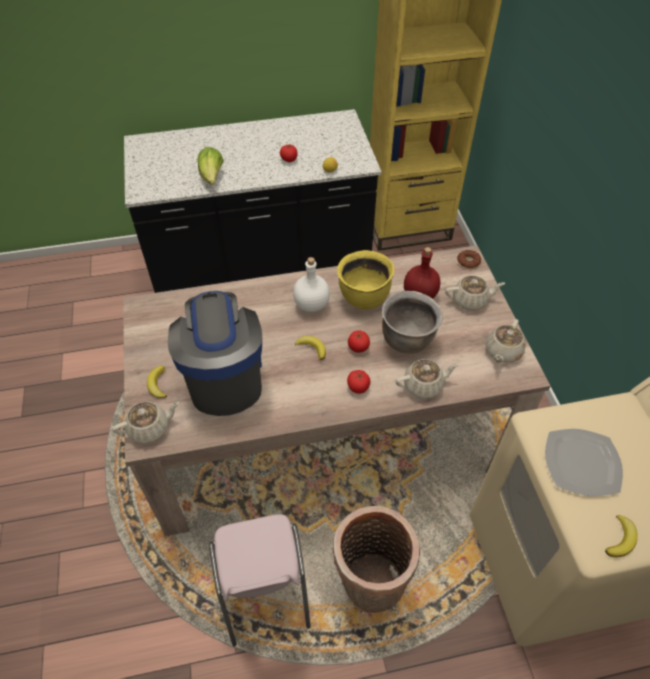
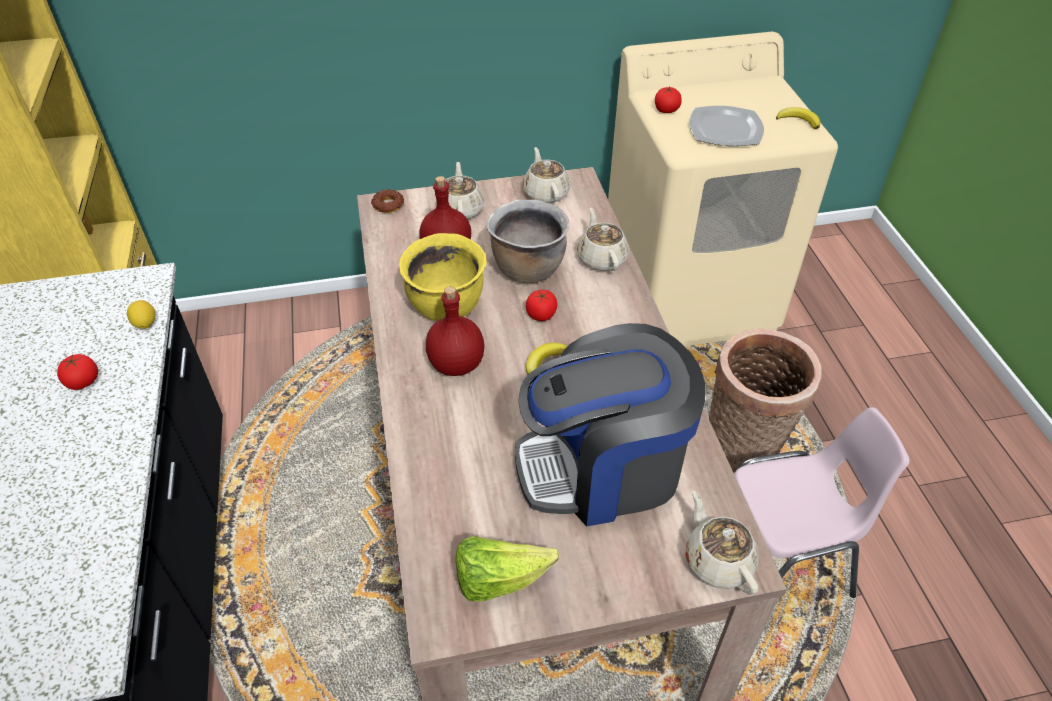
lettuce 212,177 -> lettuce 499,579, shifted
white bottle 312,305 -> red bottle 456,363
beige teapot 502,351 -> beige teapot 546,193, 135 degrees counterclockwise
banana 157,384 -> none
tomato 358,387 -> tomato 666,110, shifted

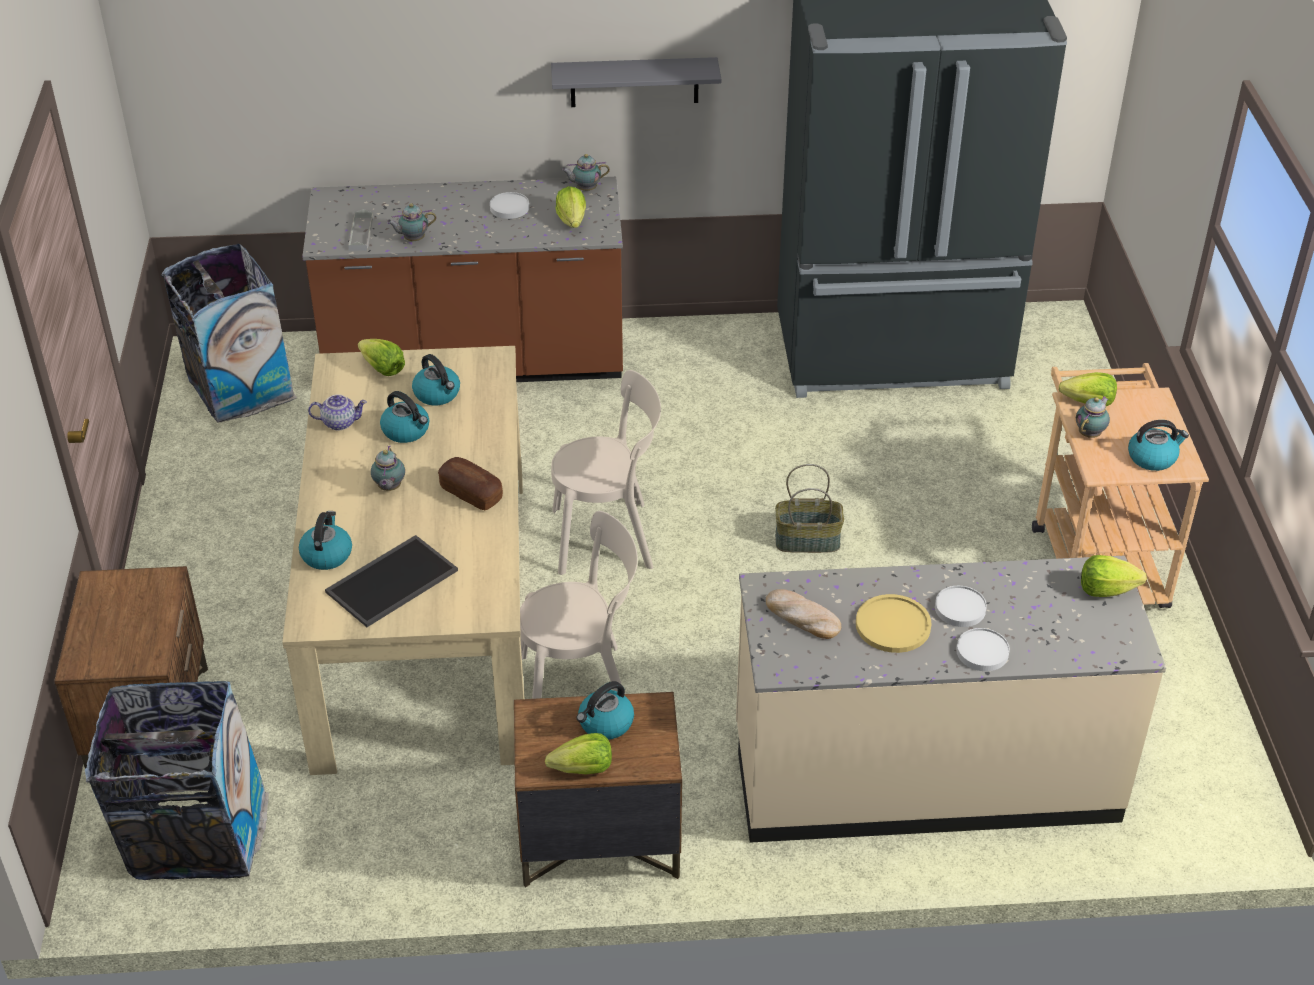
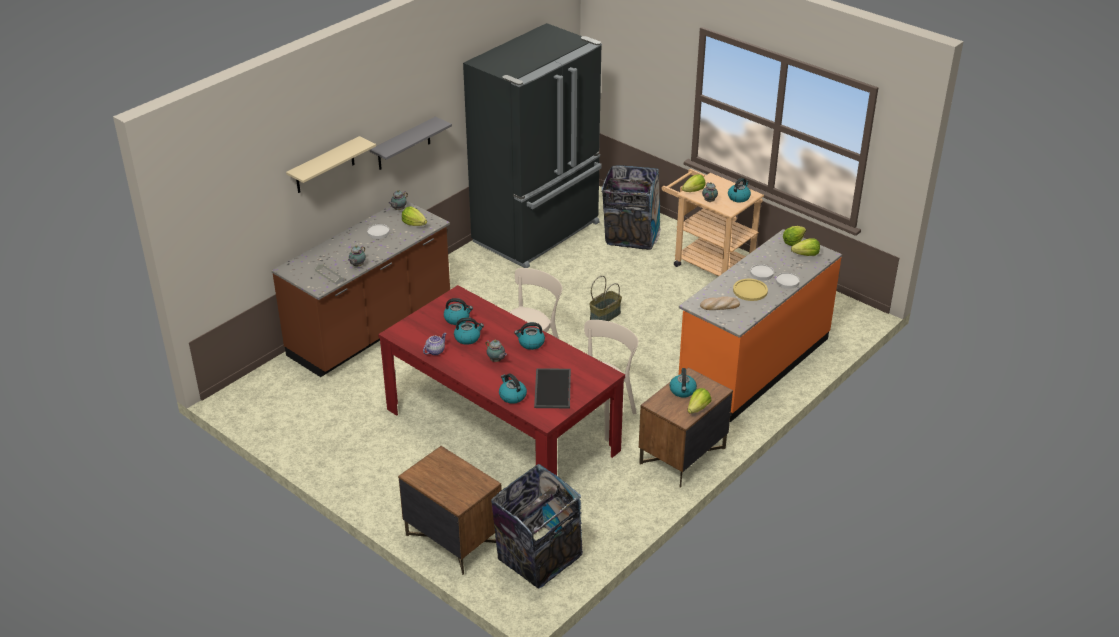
trash can 239,386 -> trash can 631,236, shifted
lettuce 382,369 -> lettuce 806,255, shifted
beige dining table 424,614 -> red dining table 501,429
bread 471,493 -> kettle 531,343
beige counter 924,775 -> orange counter 753,364
none -> beige shelf 325,166

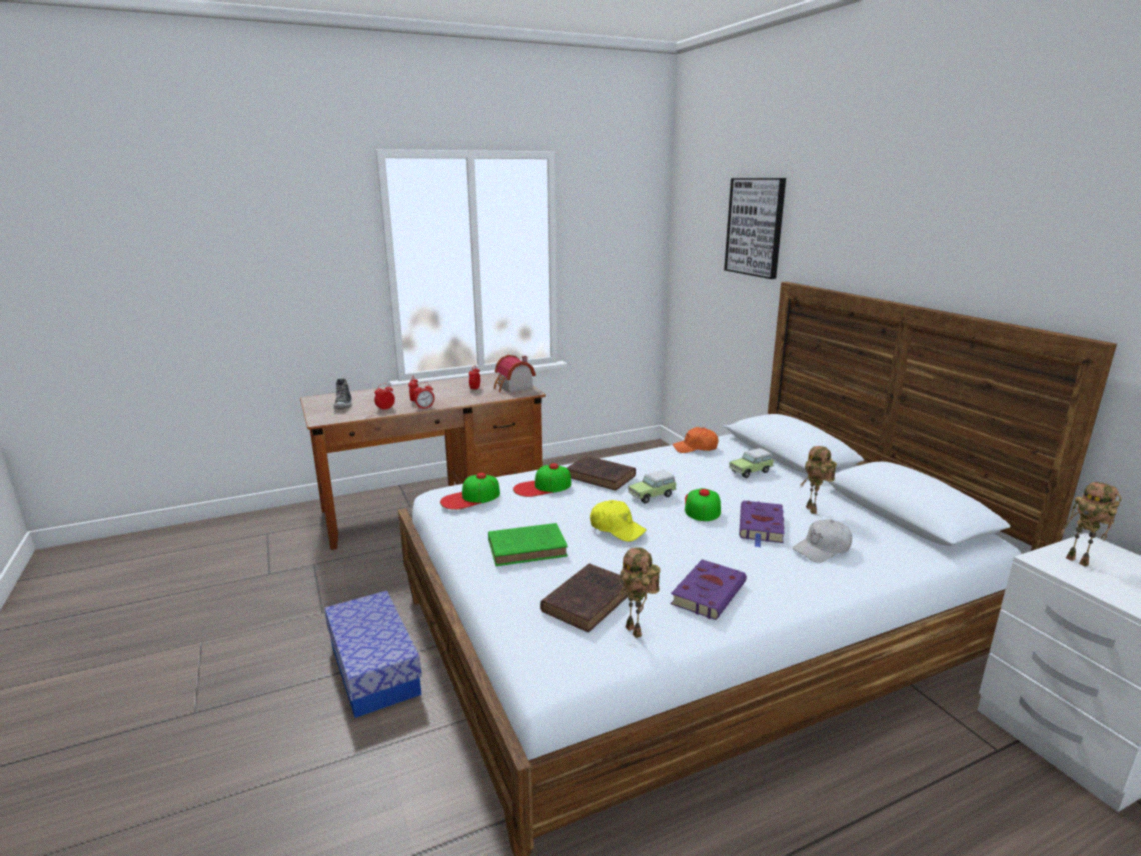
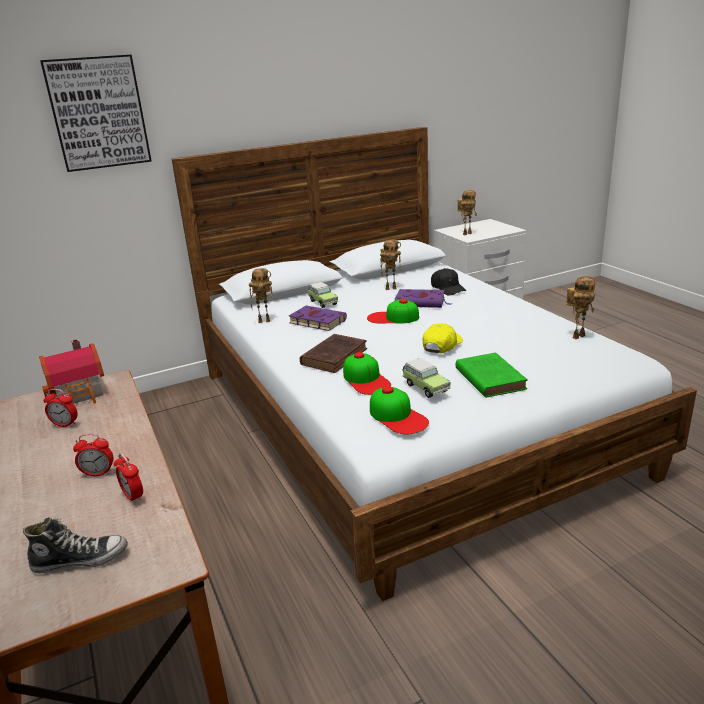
alarm clock 425,407 -> none
orange cap 695,448 -> toy robot 265,321
toy car 653,496 -> toy car 425,387, shifted
white cap 822,549 -> black cap 448,288
purple book 709,592 -> purple book 316,321, shifted
brown book 589,600 -> none
storage box 374,669 -> none

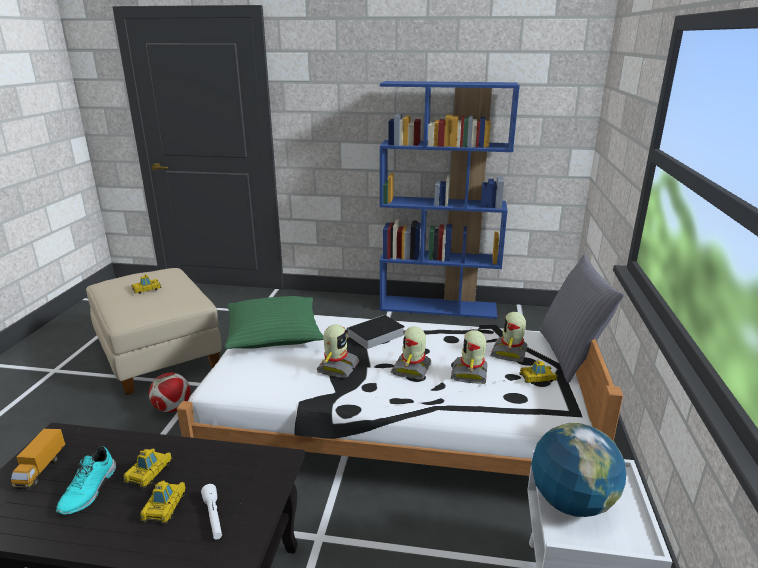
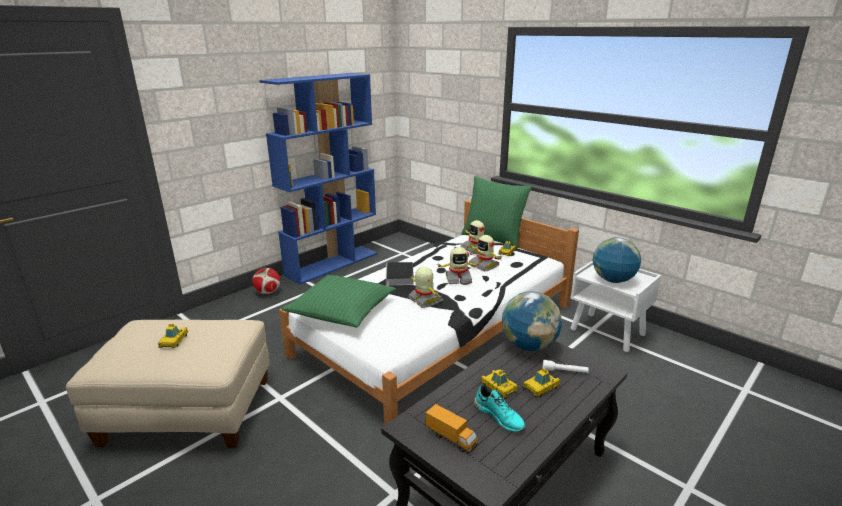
grey pillow 570,355 -> green pillow 493,238
toy robot 412,369 -> toy robot 458,279, 60 degrees counterclockwise
football 172,408 -> football 268,292, shifted
toy car 164,506 -> toy car 541,387, 75 degrees counterclockwise
none -> globe 529,345

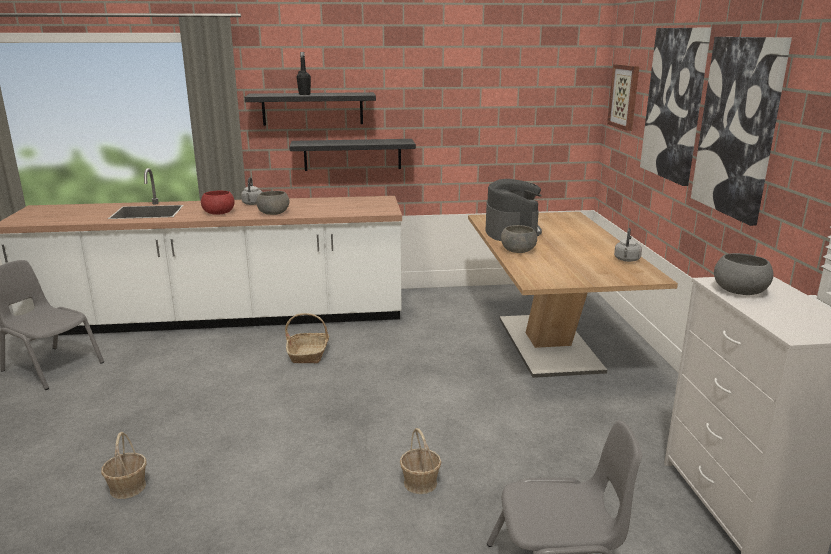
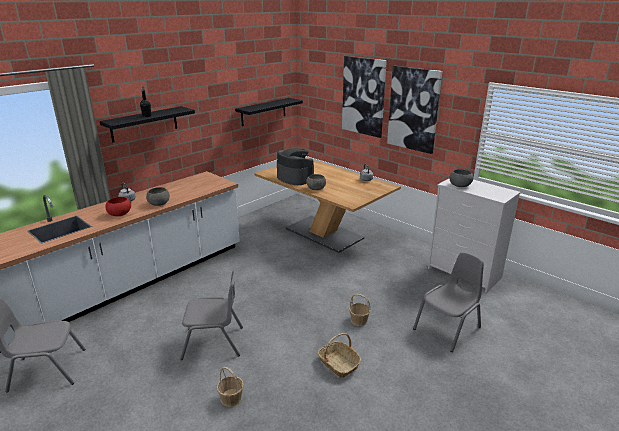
picture 624,96 -> none
black shelf 352,154 -> black shelf 263,111, shifted
basket 308,354 -> basket 338,364, shifted
none -> grey chair 213,342

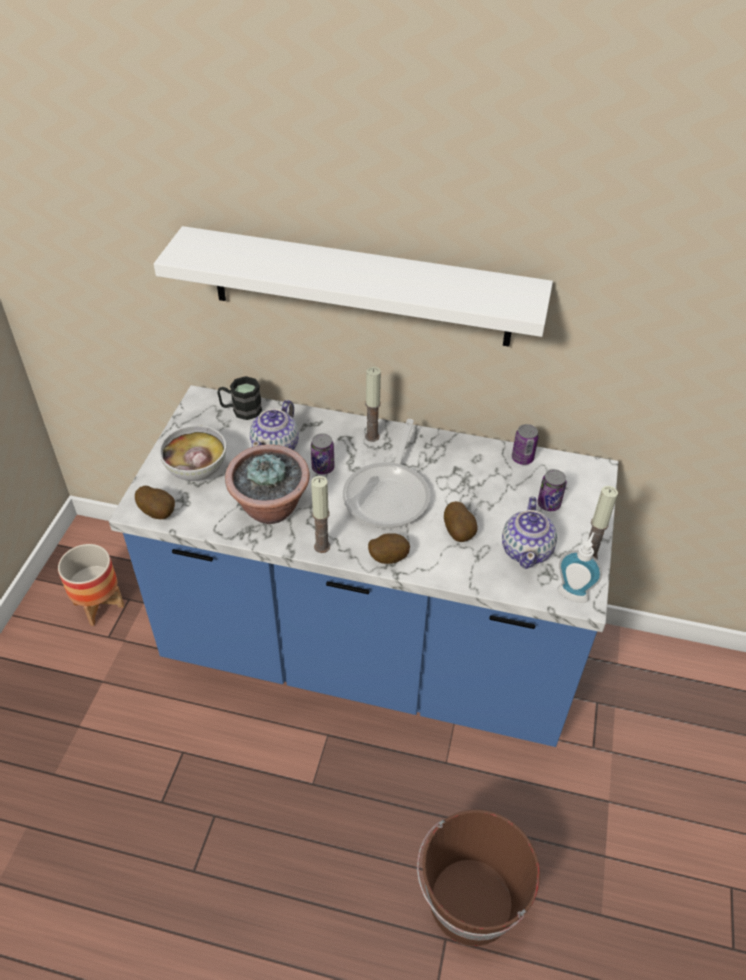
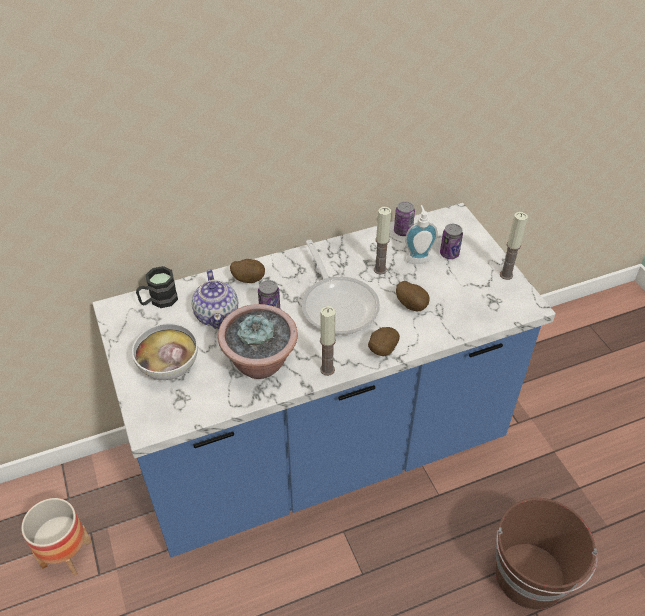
white shelf 361,287 -> none
candle 372,436 -> candle 380,269, shifted
potato 158,512 -> potato 248,279, shifted
teapot 527,550 -> none
soap dispenser 574,591 -> soap dispenser 417,258, shifted

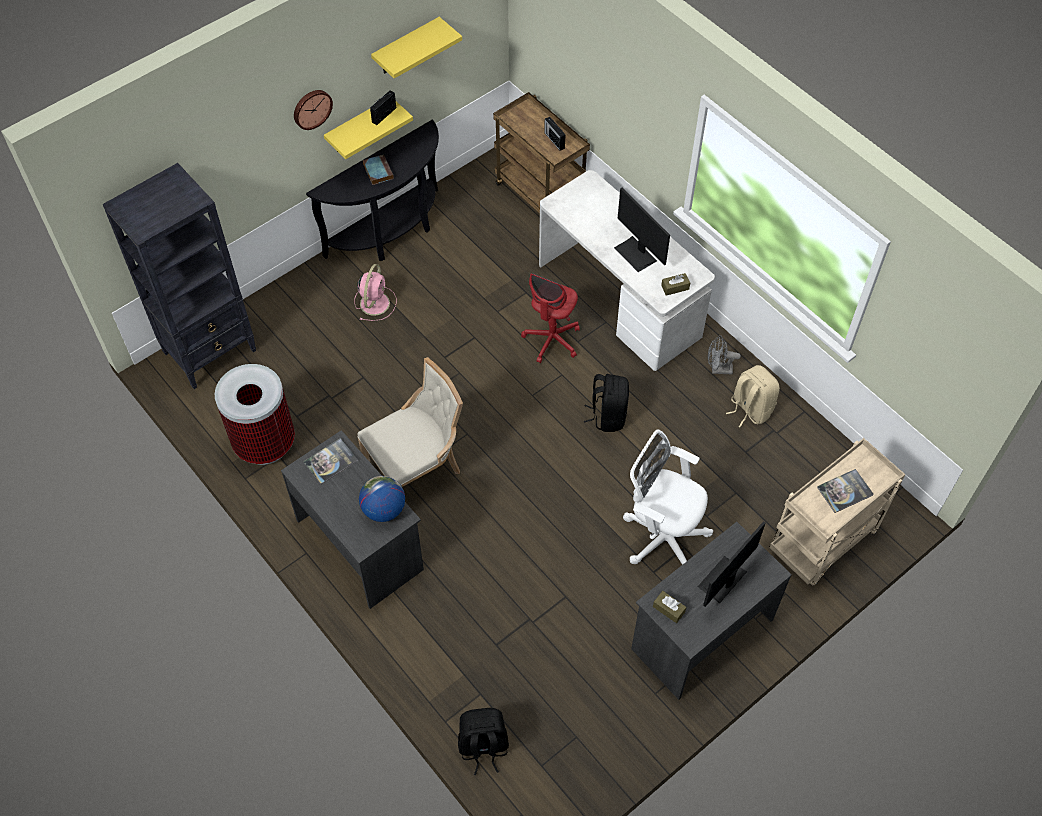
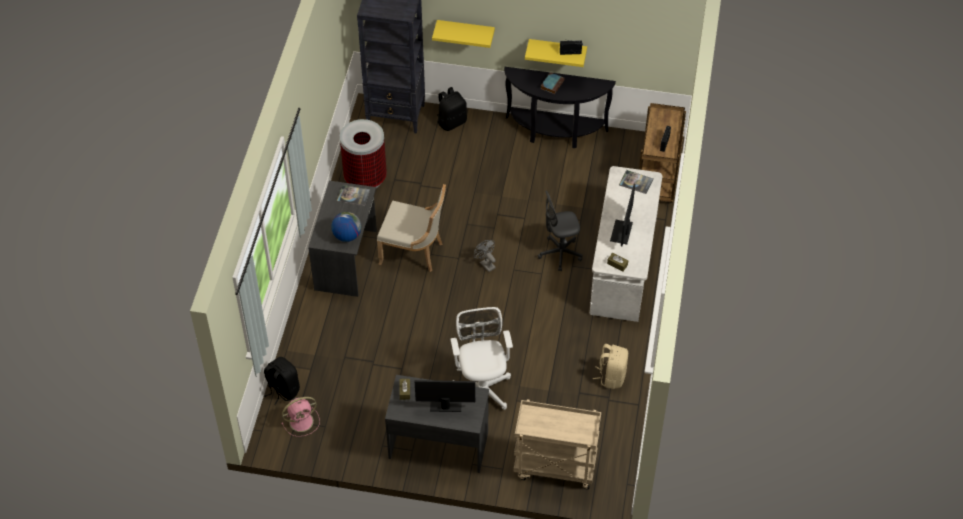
yellow shelf 406,47 -> yellow shelf 465,31, shifted
wall clock 311,108 -> none
pink fan 375,302 -> pink fan 302,421, shifted
red office chair 552,340 -> grey office chair 560,254
grey fan 718,369 -> grey fan 485,264, shifted
black backpack 608,415 -> black backpack 451,122, shifted
book 844,491 -> book 636,182, shifted

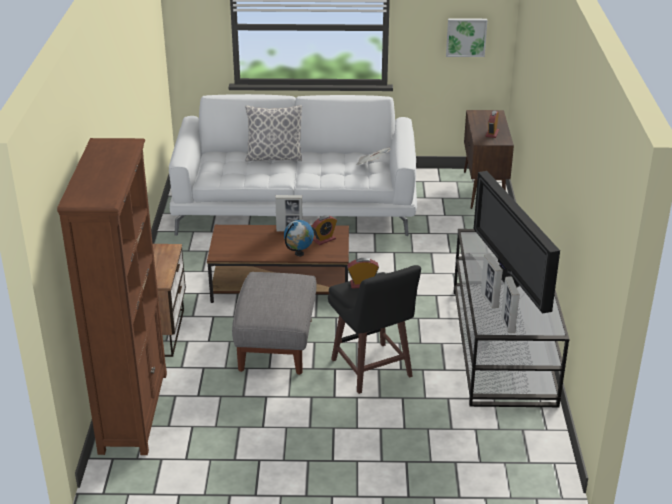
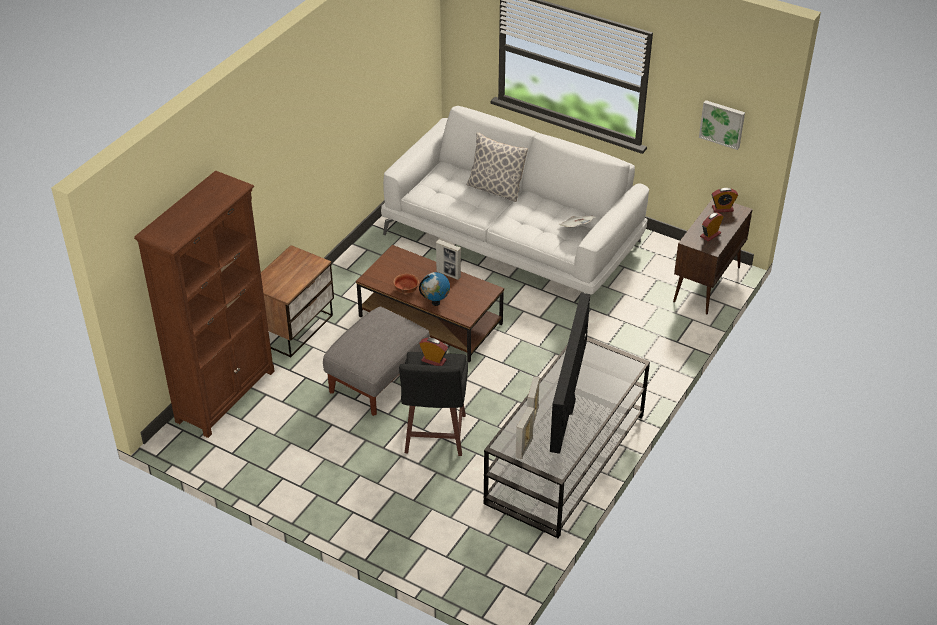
alarm clock 324,240 -> alarm clock 722,209, shifted
none -> bowl 406,290

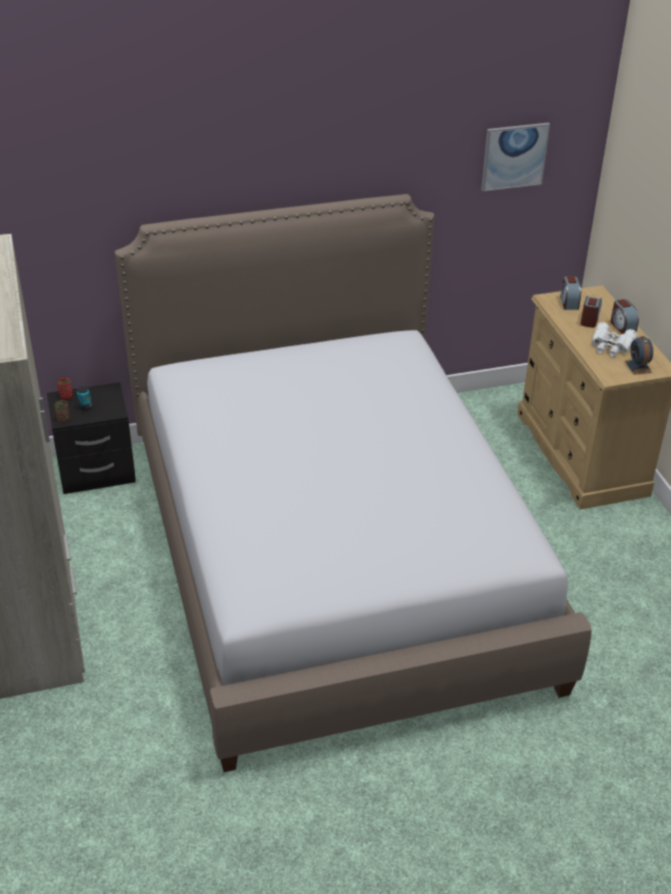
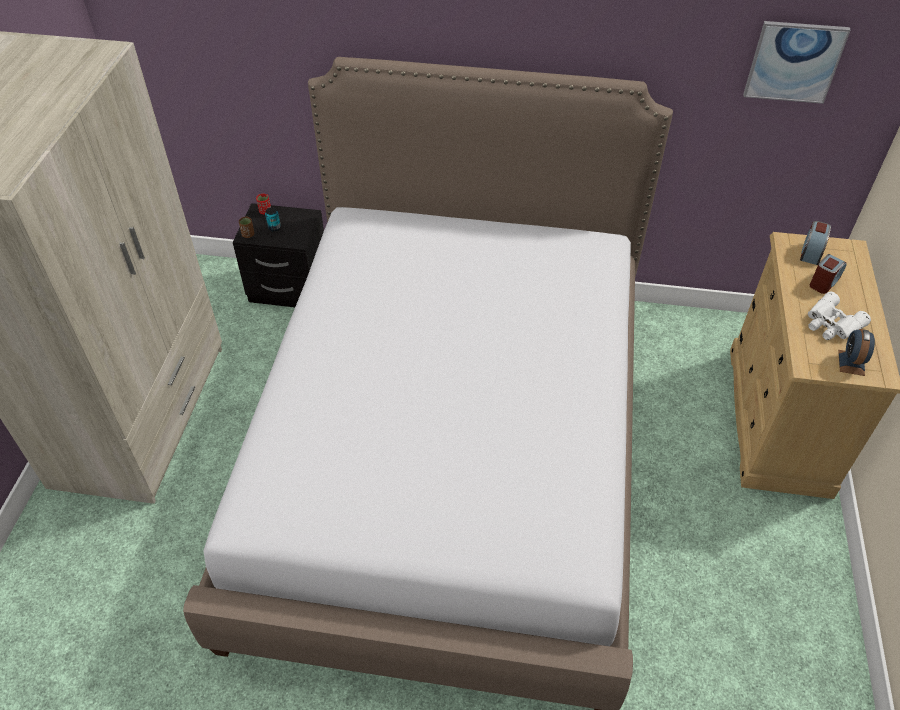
alarm clock 622,326 -> none

